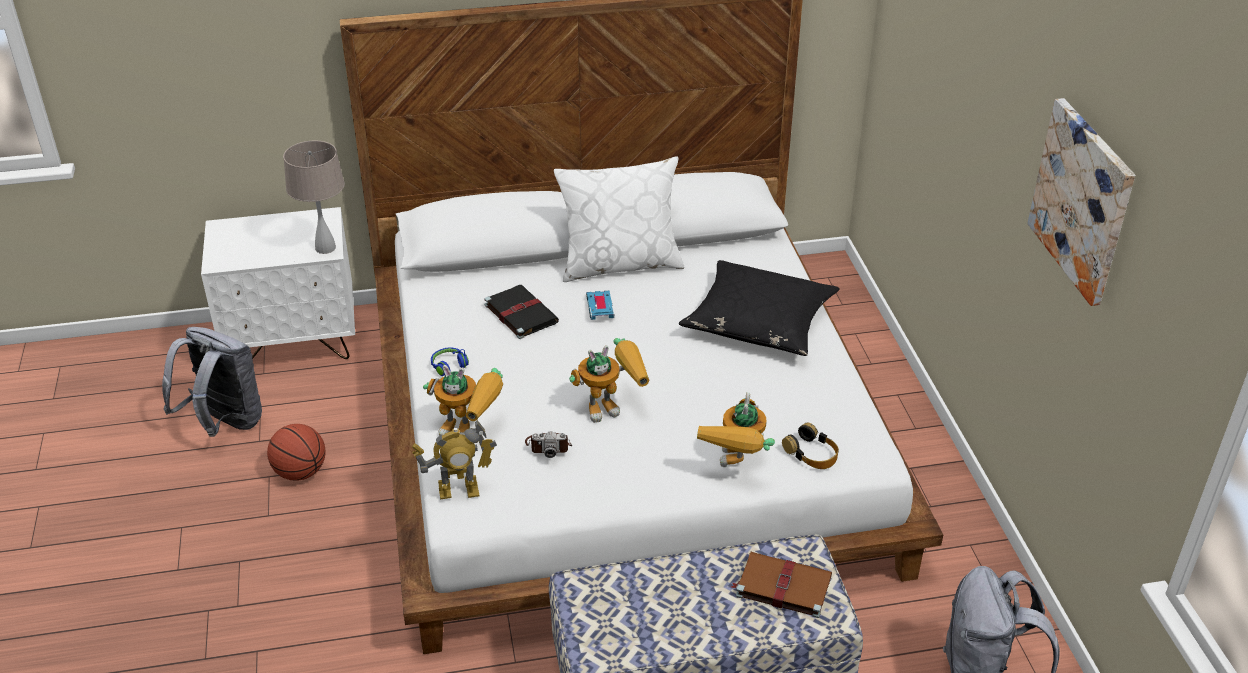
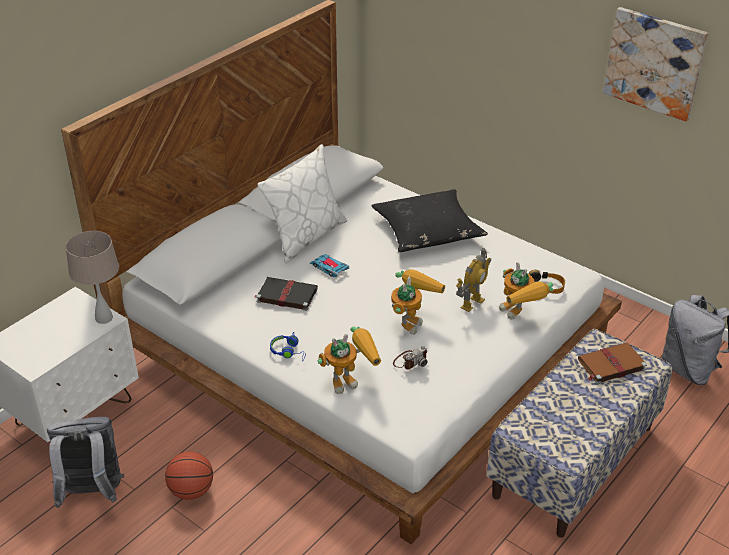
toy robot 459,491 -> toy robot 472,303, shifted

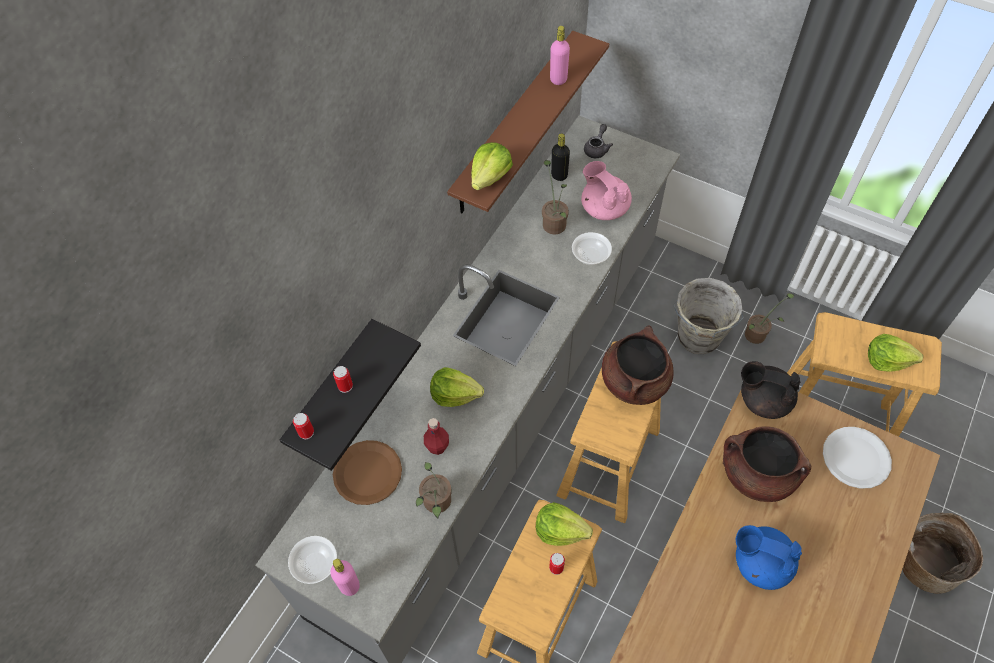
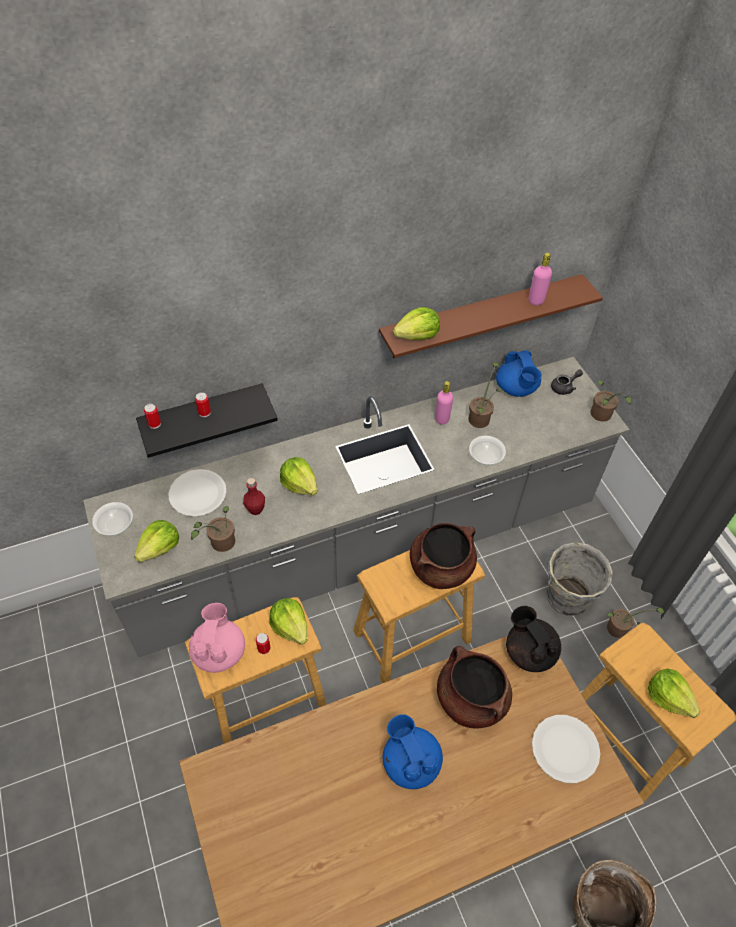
black bottle 559,175 -> blue teapot 516,388
pink teapot 604,208 -> pink teapot 219,651, shifted
brown plate 367,473 -> white plate 197,494
pink bottle 349,585 -> pink bottle 442,419, shifted
none -> potted plant 601,416
none -> lettuce 160,548

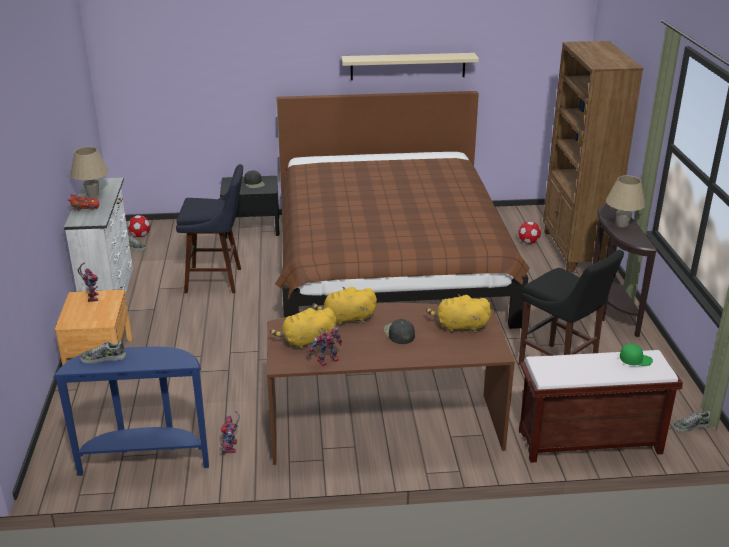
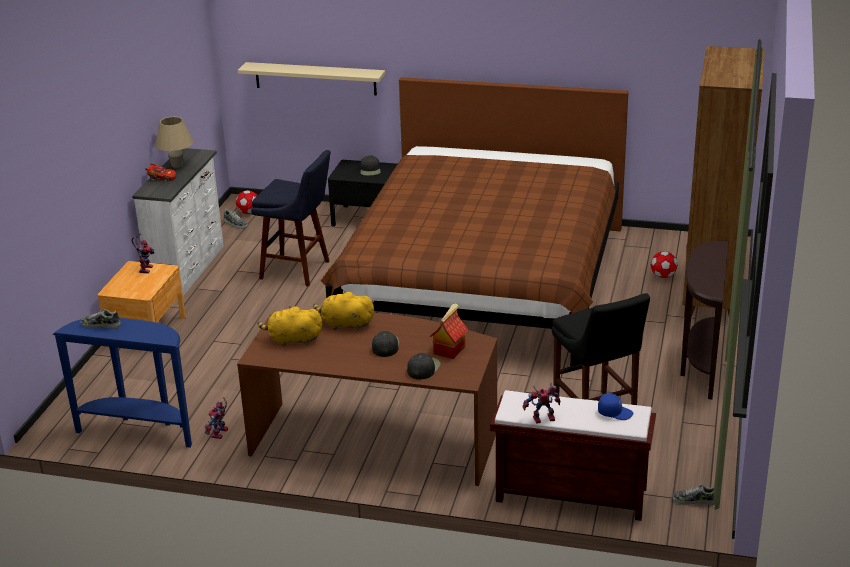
beige shelf 408,66 -> beige shelf 315,78, shifted
beige table lamp 622,224 -> none
yellow plush toy 460,327 -> toy house 449,349
toy robot 327,362 -> toy robot 542,420, shifted
green cap 635,360 -> blue cap 615,412
none -> black cap 423,368

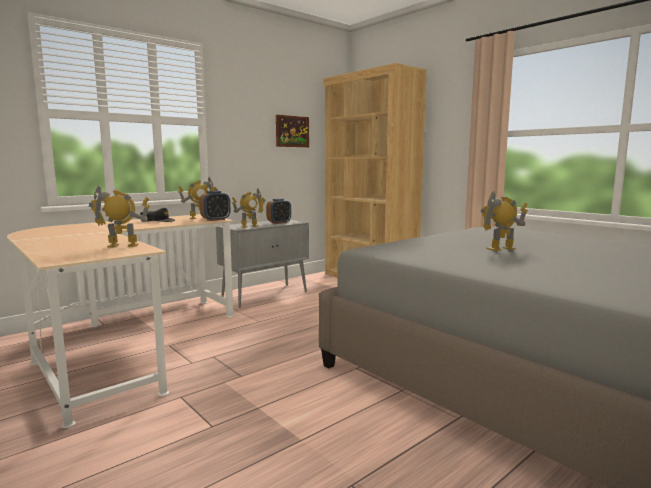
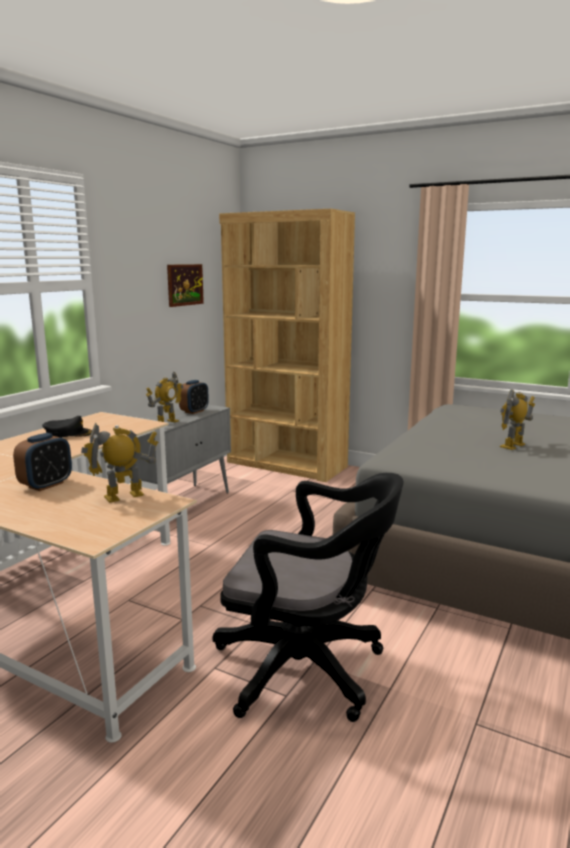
toy robot 199,218 -> none
alarm clock 215,219 -> alarm clock 46,485, shifted
none -> black office chair 308,669

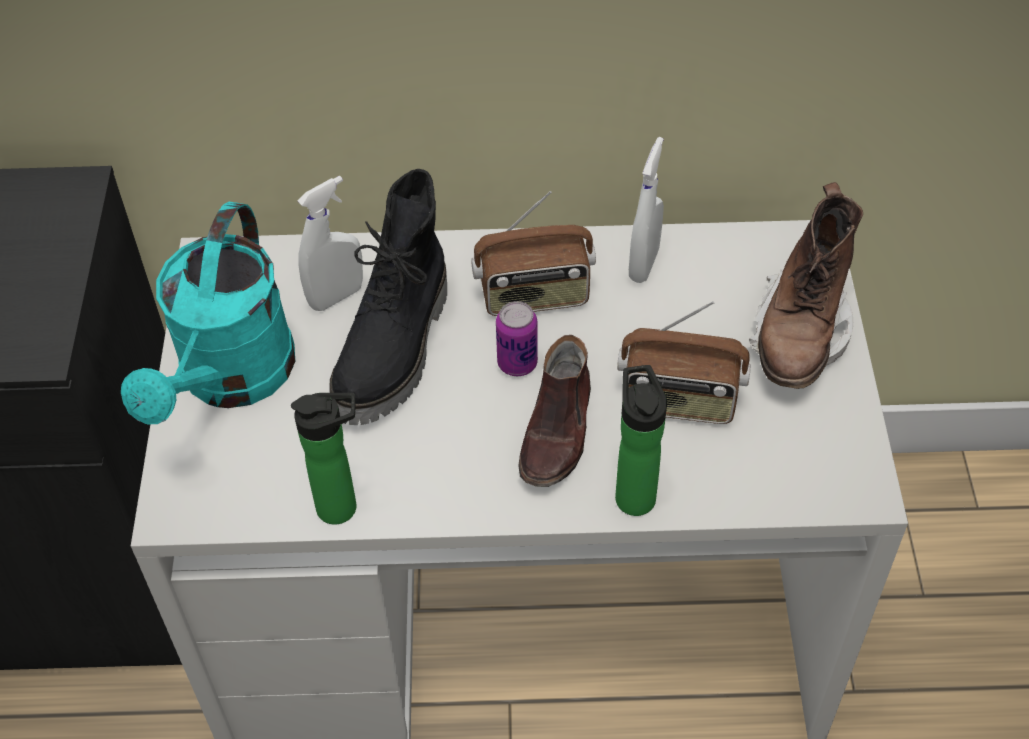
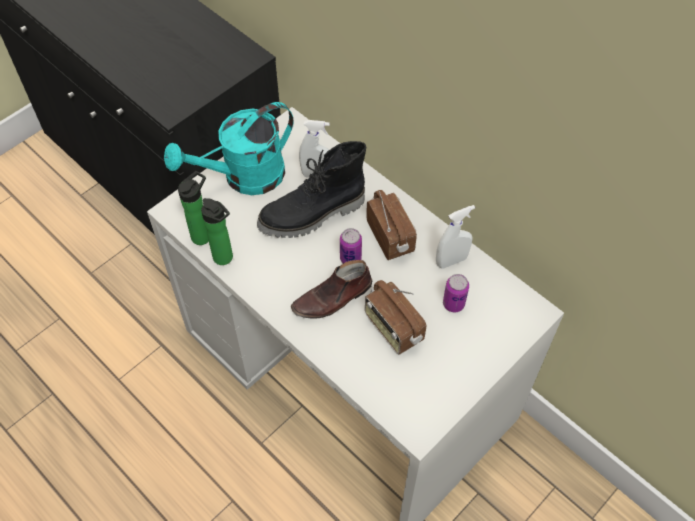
brown boot 799,335 -> none
radio 534,296 -> radio 391,237, 150 degrees counterclockwise
bottle 634,493 -> bottle 203,235, shifted
none -> can 453,304

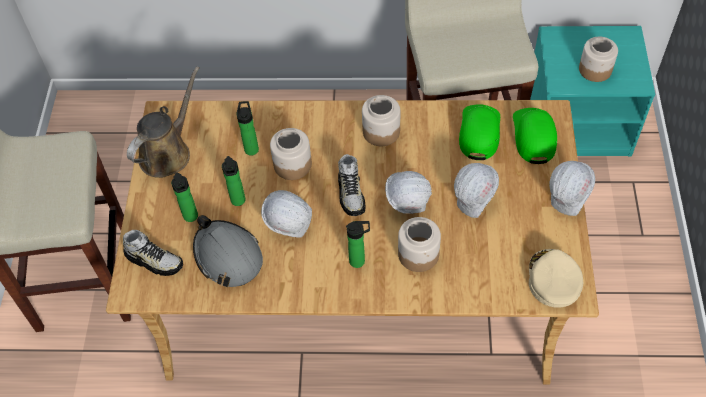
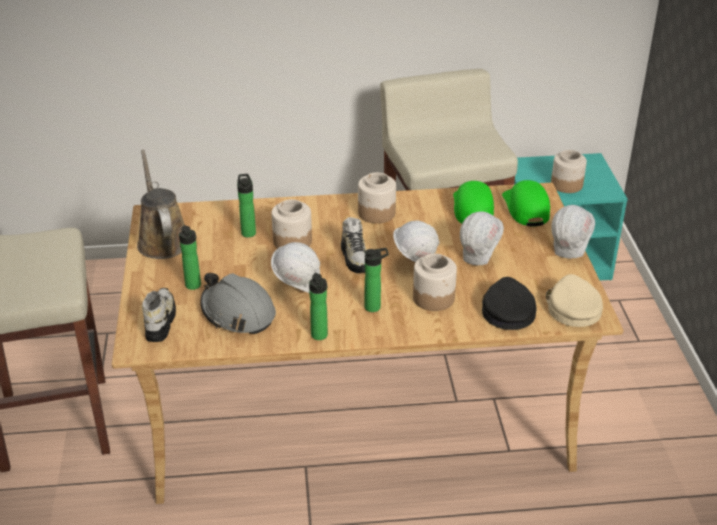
brown watering can 168,152 -> brown watering can 162,240, 45 degrees counterclockwise
bottle 238,202 -> bottle 320,337, shifted
shoe 154,260 -> shoe 160,321, 105 degrees counterclockwise
none -> black cap 507,310

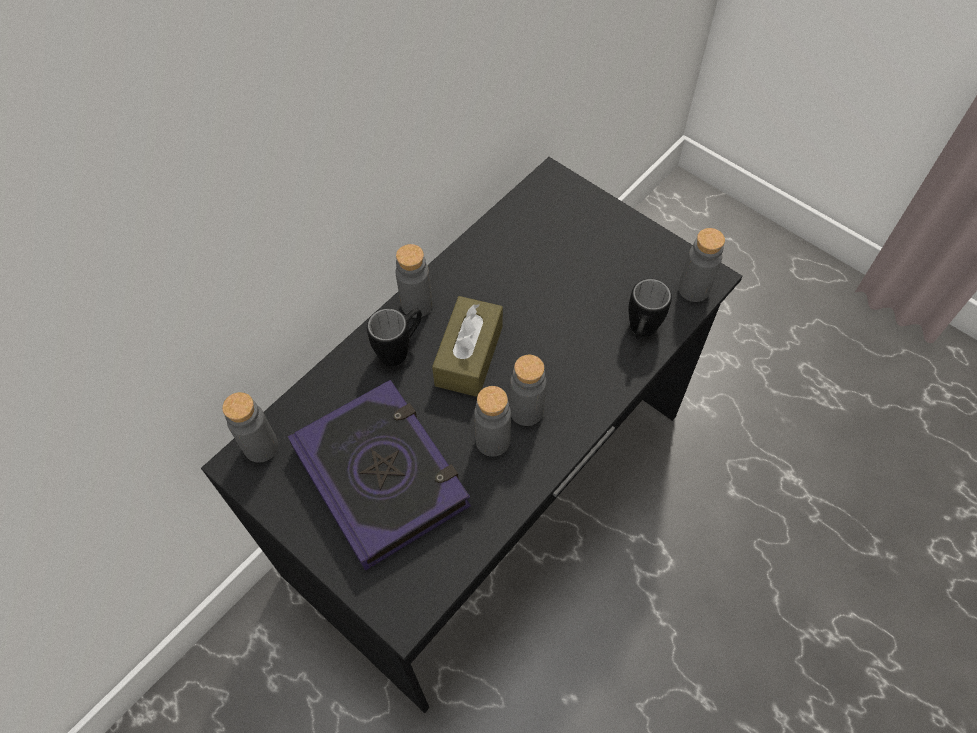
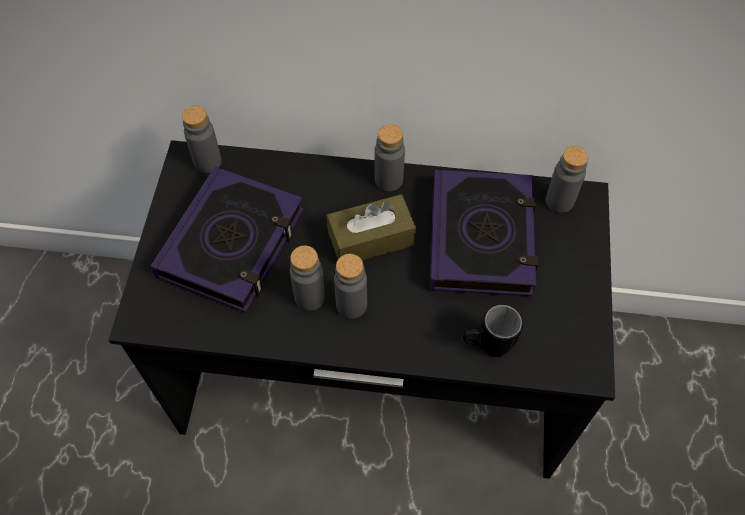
grey bottle 693,289 -> grey bottle 559,201, shifted
black mug 400,349 -> none
none -> book 481,238

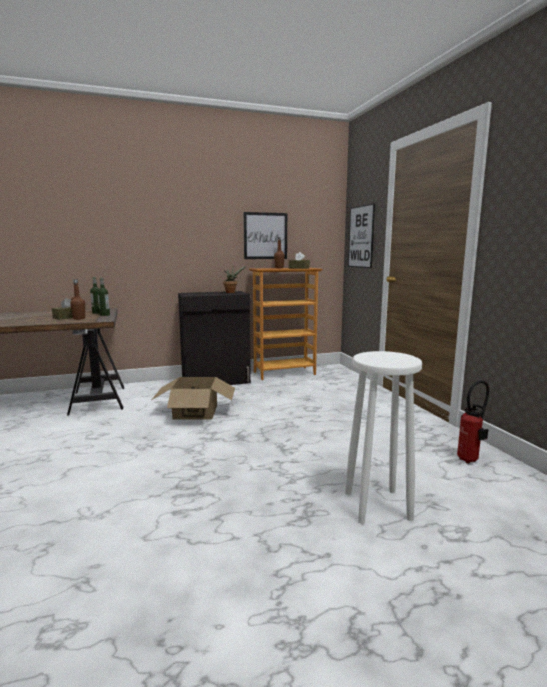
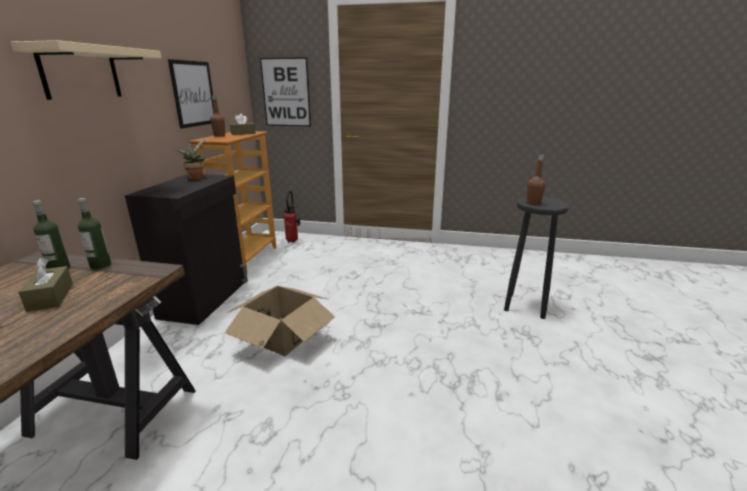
brown bottle 79,318 -> brown bottle 533,203, shifted
white stool 377,505 -> black stool 525,305
fire extinguisher 470,460 -> fire extinguisher 293,240, shifted
none -> beige shelf 80,73

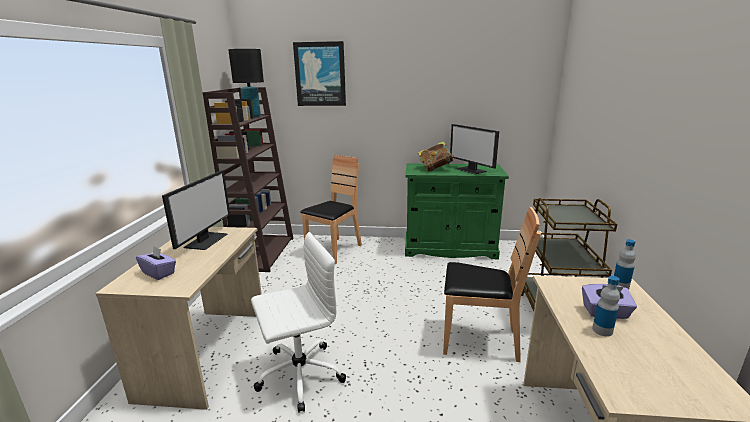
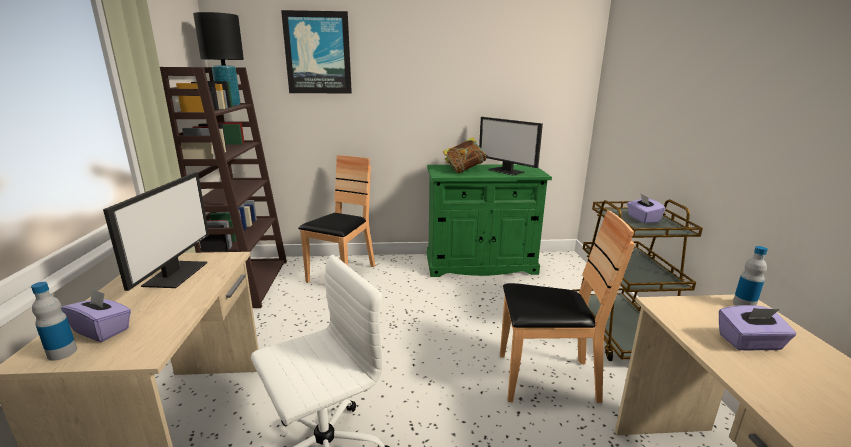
bottle 602,330 -> bottle 62,353, shifted
none -> purple tissue box 642,219

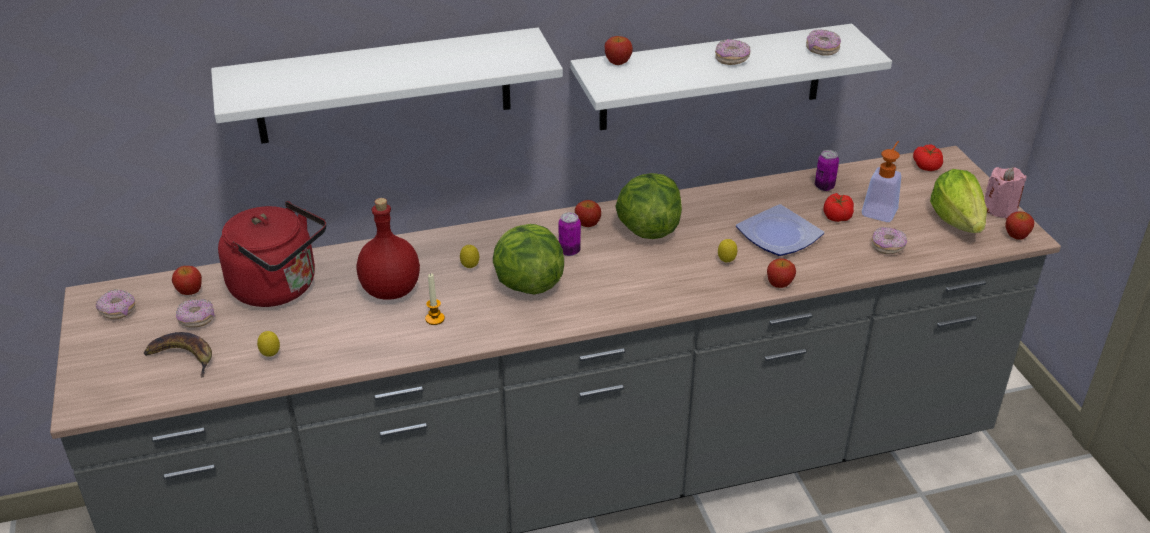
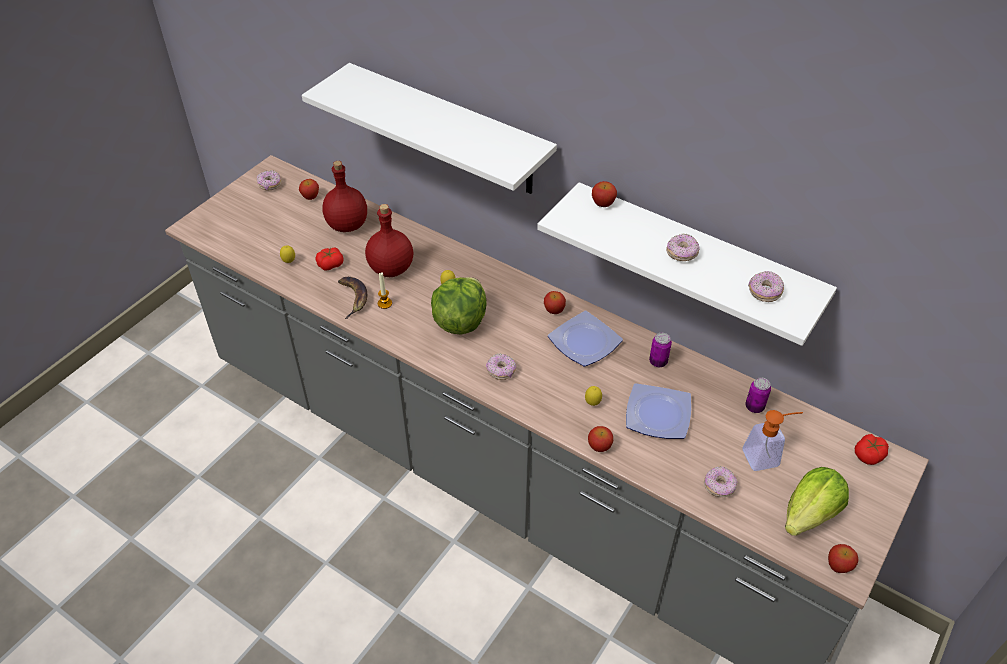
pink candle 1000,209 -> none
lettuce 648,229 -> plate 583,342
tomato 837,215 -> tomato 330,264, shifted
red kettle 279,288 -> red bottle 347,225
can 569,251 -> can 658,362, shifted
donut 197,320 -> donut 501,371, shifted
banana 183,357 -> banana 353,298, shifted

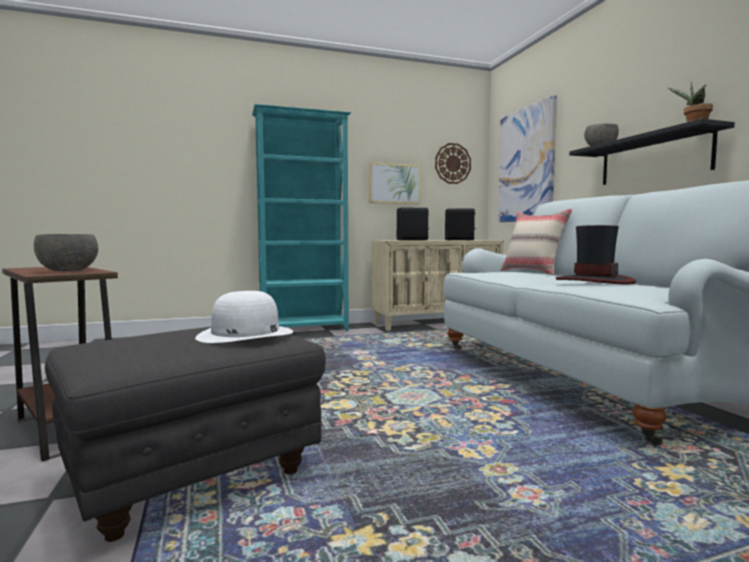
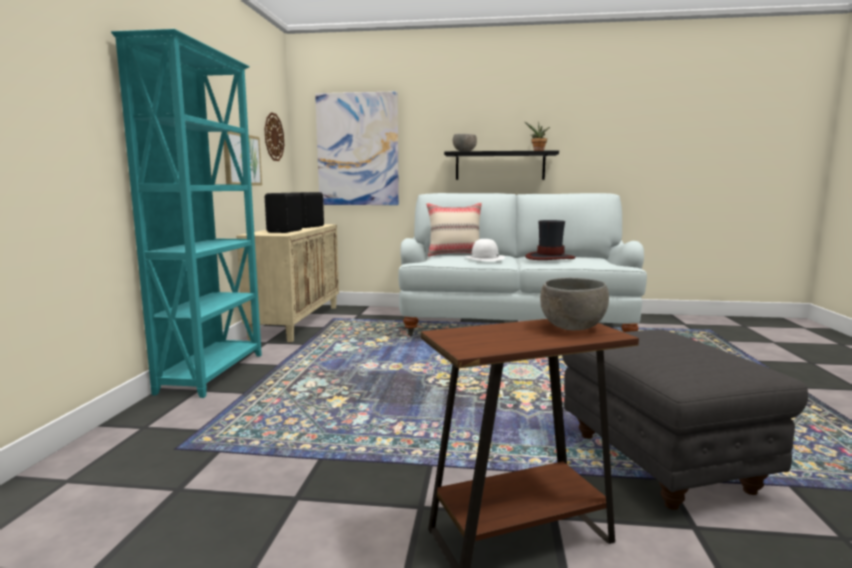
white hat 245,334 -> white hat 485,258, shifted

